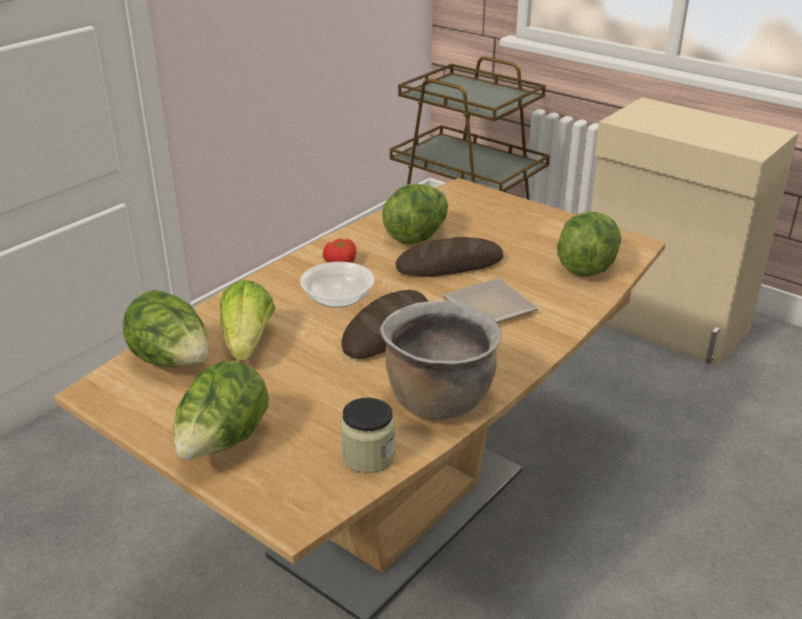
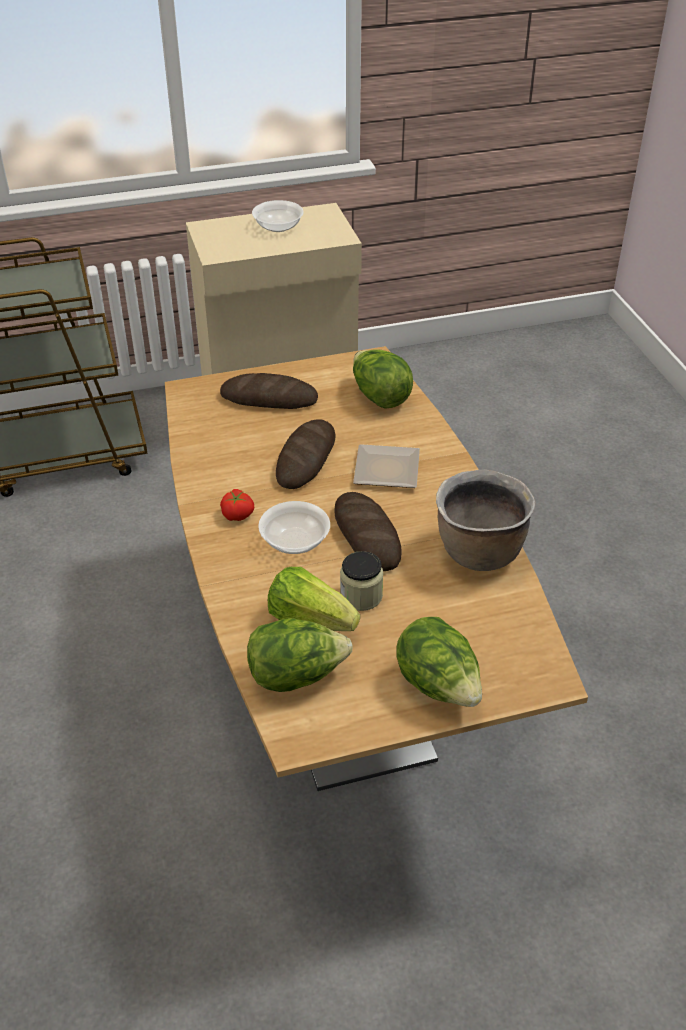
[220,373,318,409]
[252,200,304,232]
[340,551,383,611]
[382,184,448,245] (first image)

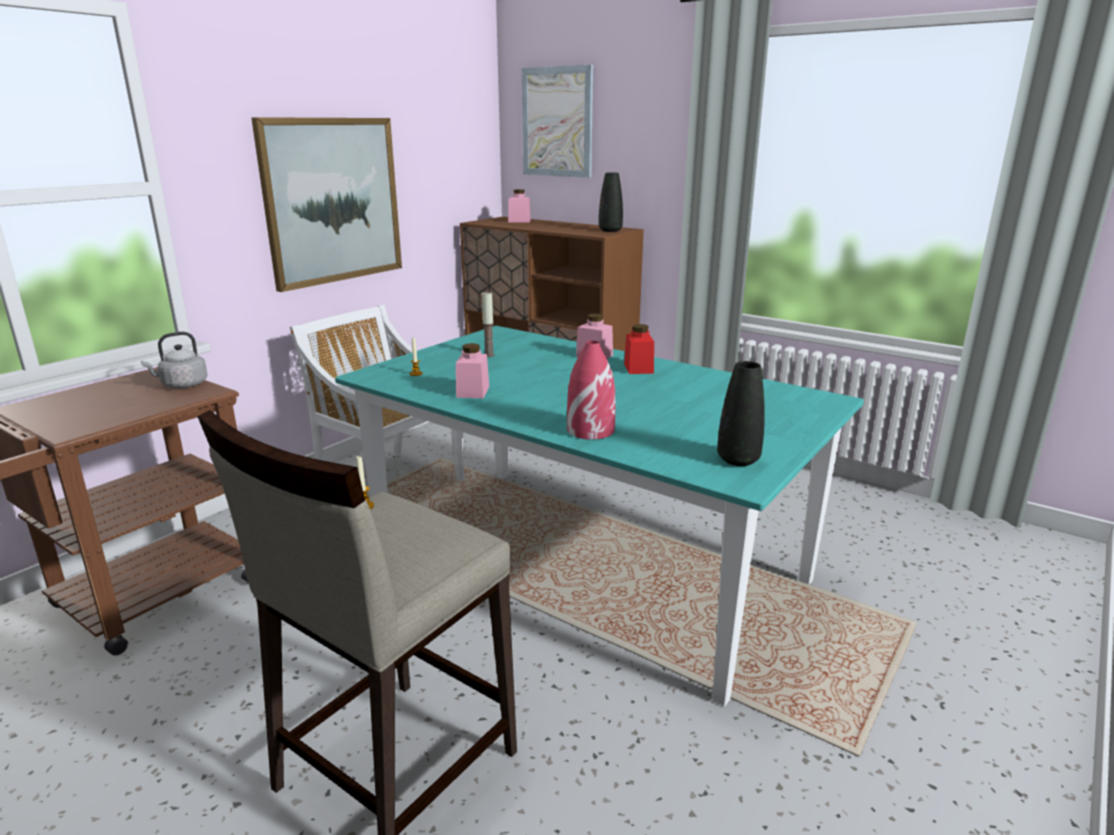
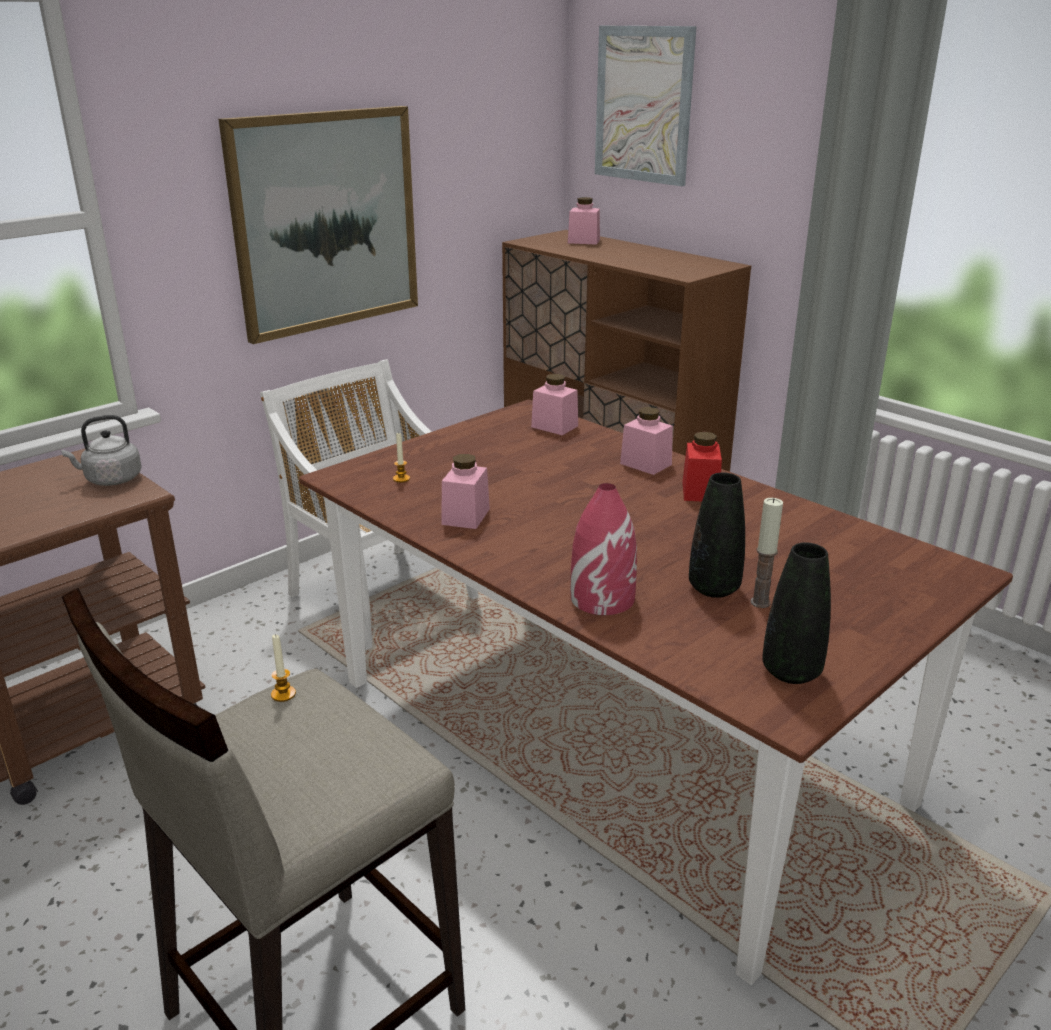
[299,399,1013,985]
[531,374,578,435]
[689,472,745,598]
[750,498,783,608]

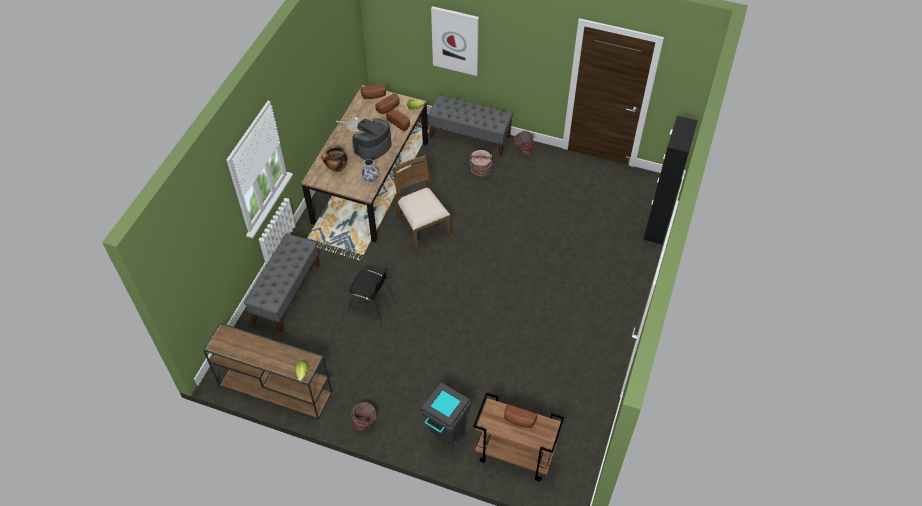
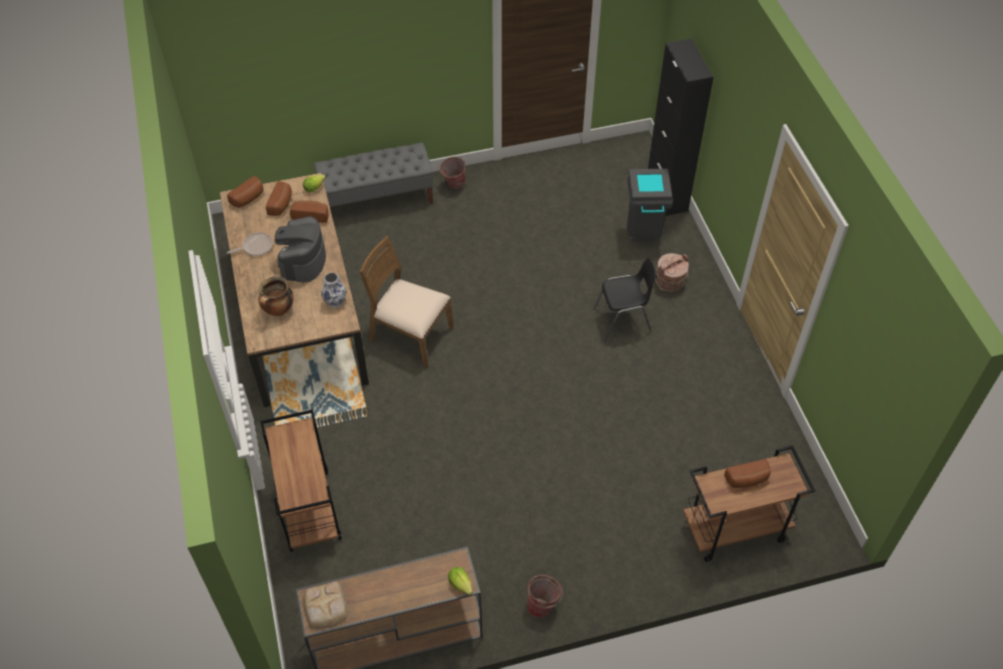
[261,410,342,552]
[303,581,348,629]
[593,257,657,342]
[627,169,673,241]
[655,253,689,292]
[431,6,479,76] (first image)

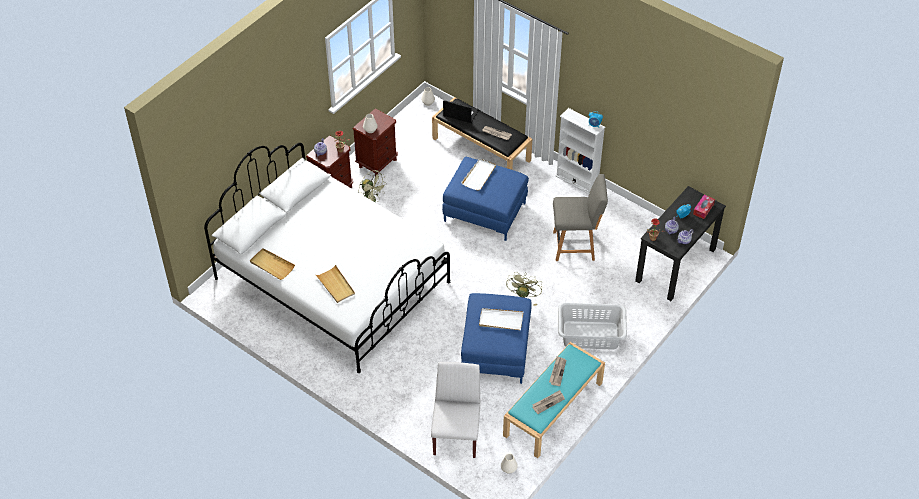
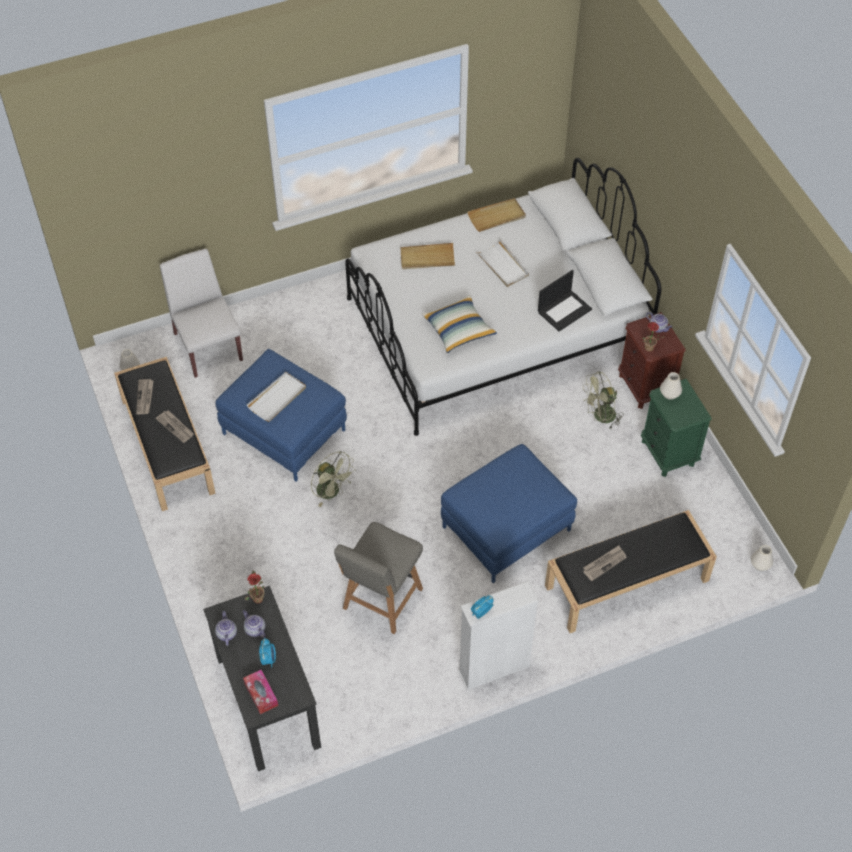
[114,357,216,511]
[160,249,243,378]
[422,295,497,353]
[476,240,529,287]
[538,270,592,331]
[641,379,712,477]
[558,303,627,350] (first image)

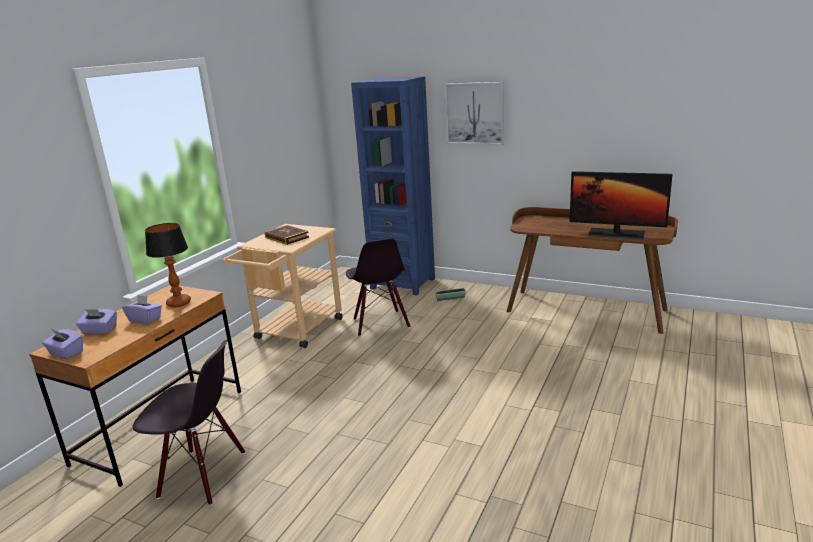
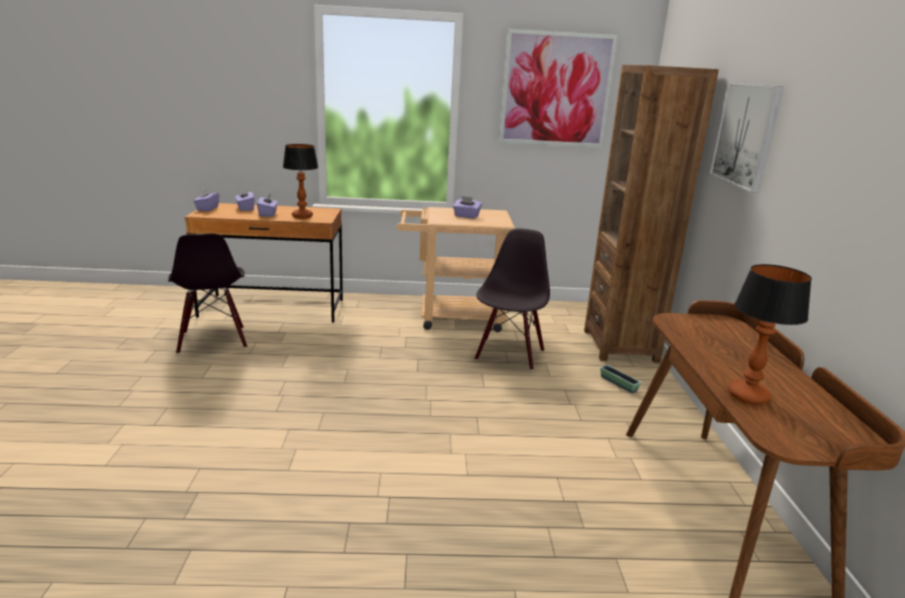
[453,196,482,218]
[475,228,550,371]
[499,29,618,148]
[584,65,719,363]
[728,264,812,405]

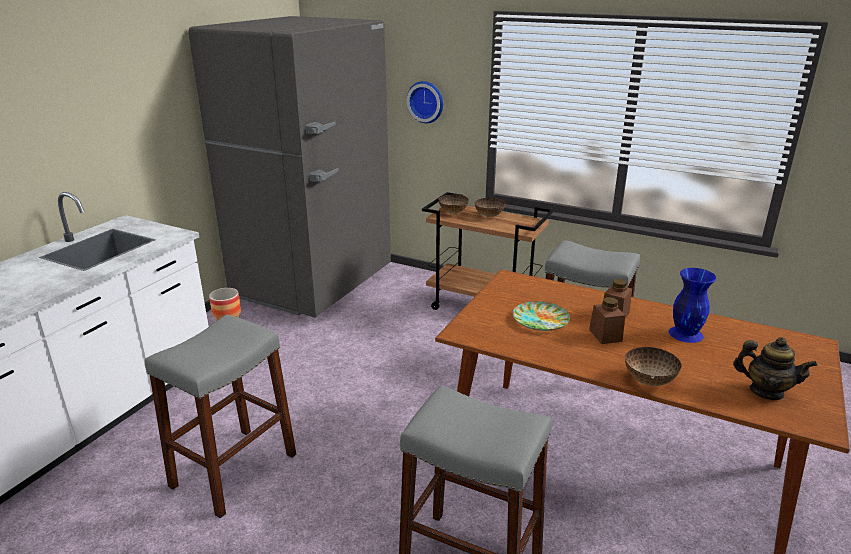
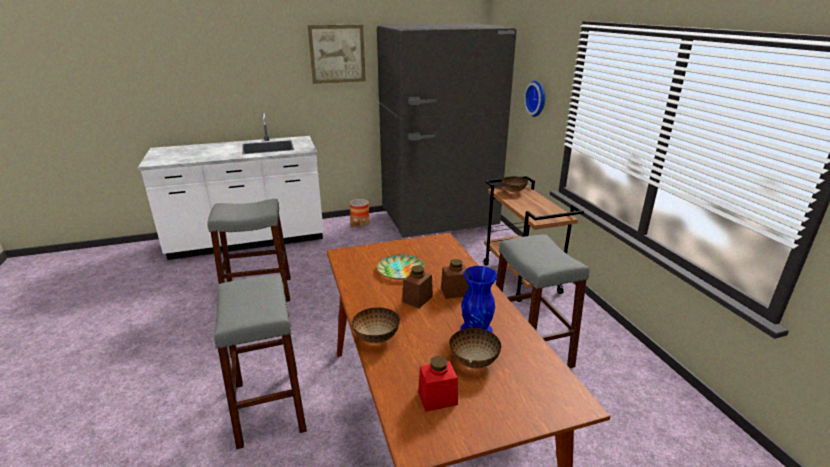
[308,25,366,84]
[418,356,458,412]
[449,328,501,368]

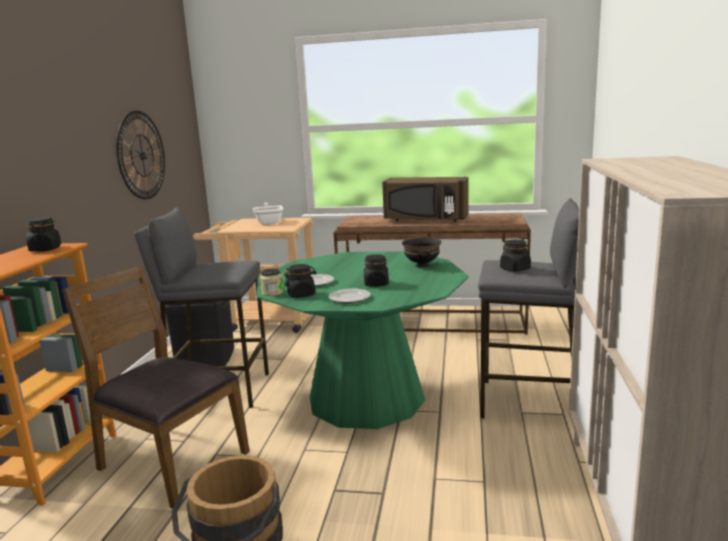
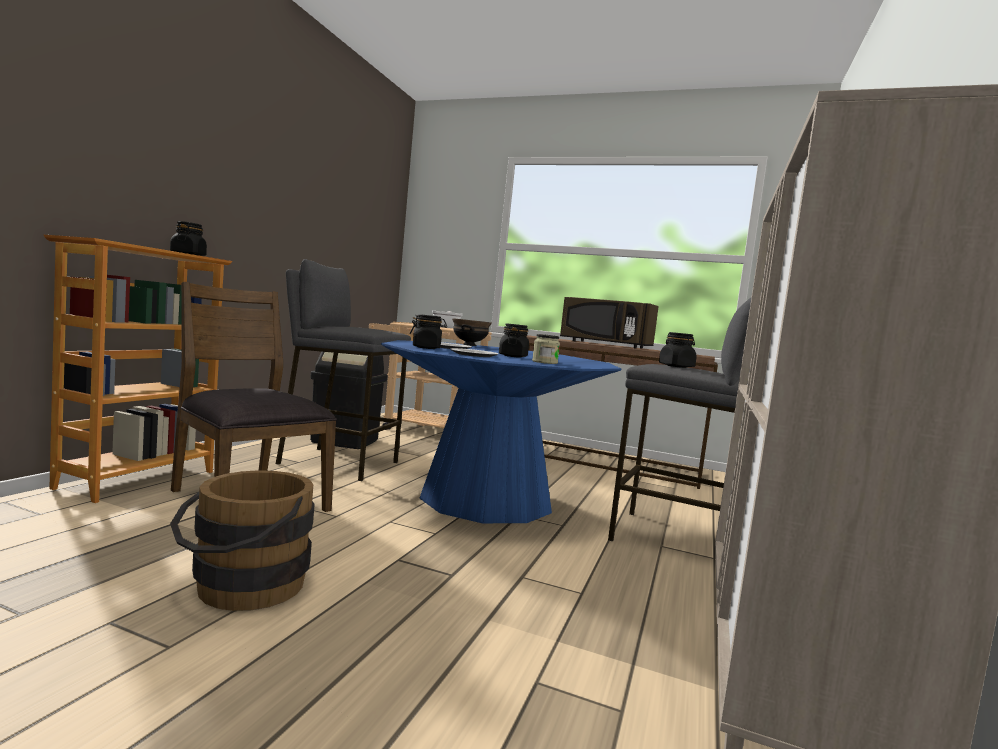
[381,340,621,523]
[452,318,492,346]
[532,334,560,364]
[116,111,165,200] (first image)

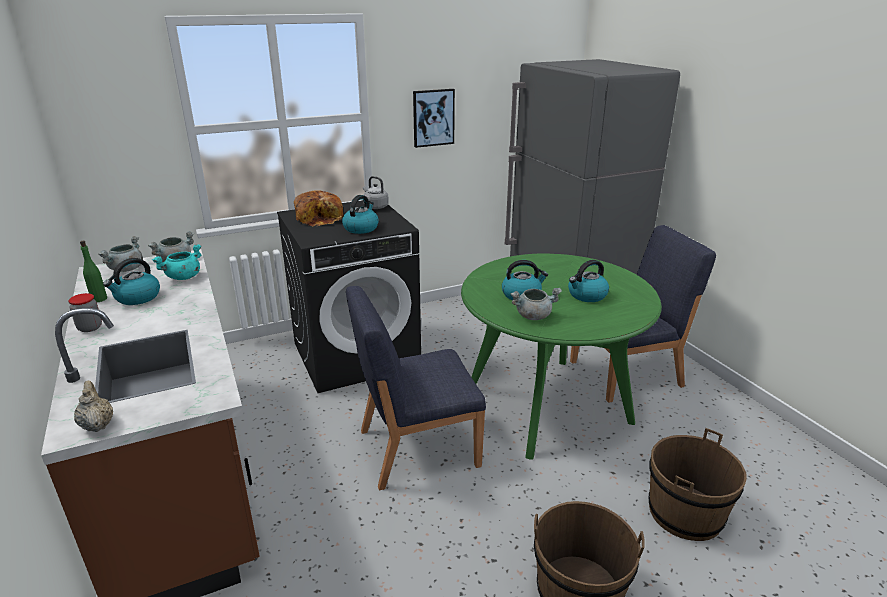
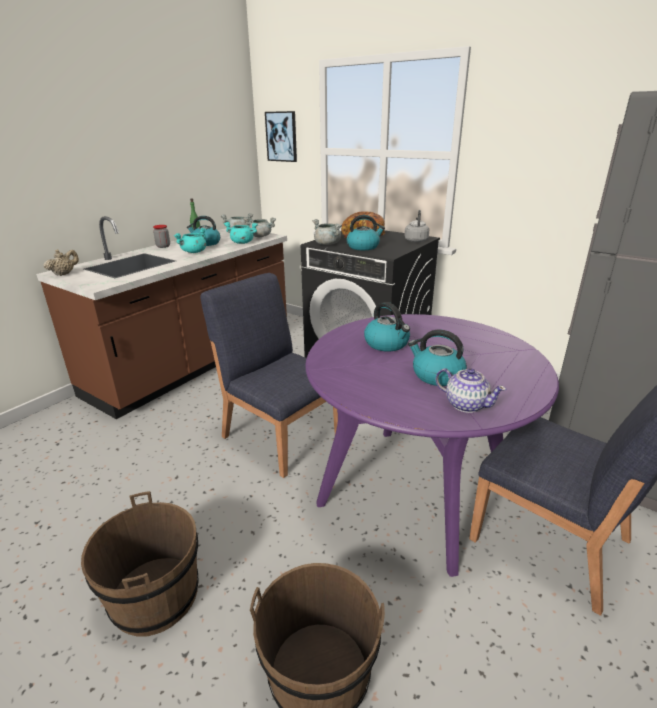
[174,228,206,253]
[265,111,297,162]
[305,314,559,577]
[312,219,342,245]
[435,368,506,413]

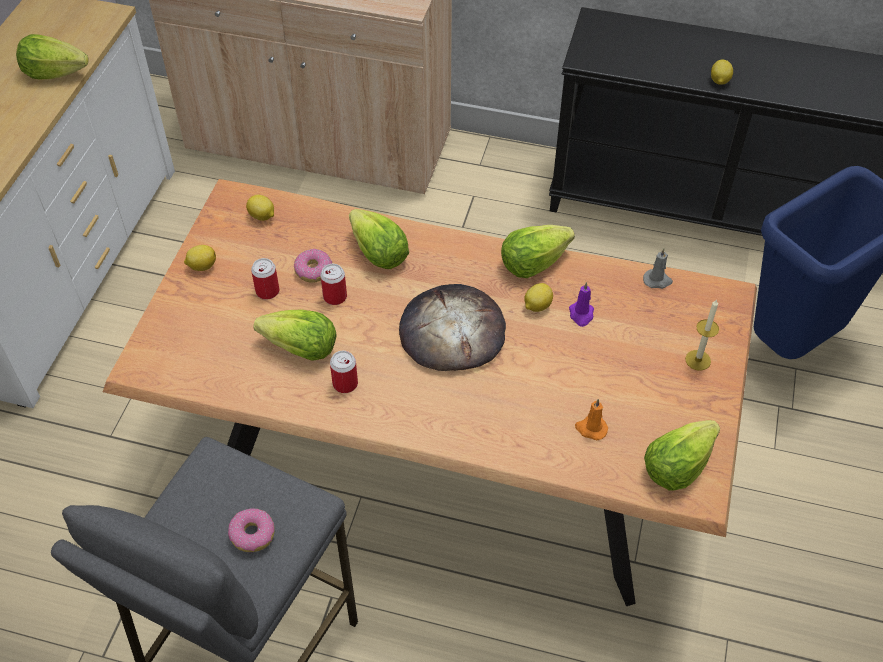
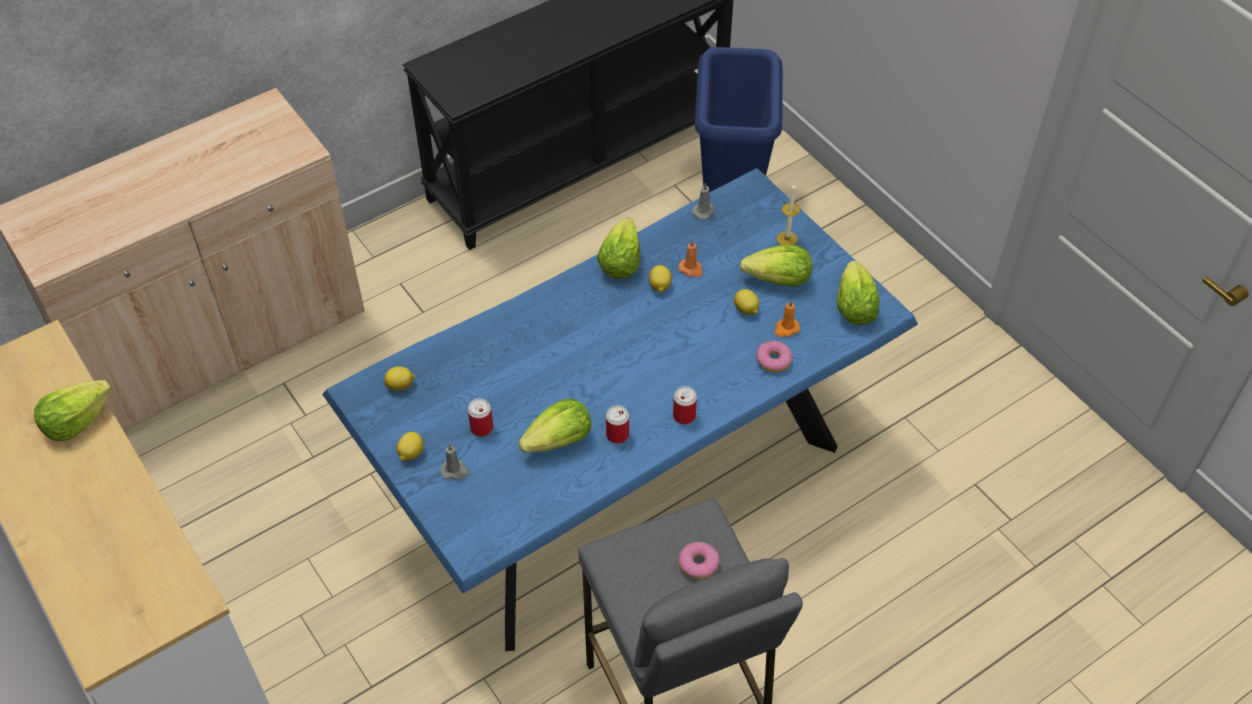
[322,168,918,651]
[440,444,470,480]
[673,386,697,424]
[679,240,703,277]
[734,289,759,315]
[740,245,812,287]
[756,341,793,372]
[399,284,506,371] (first image)

